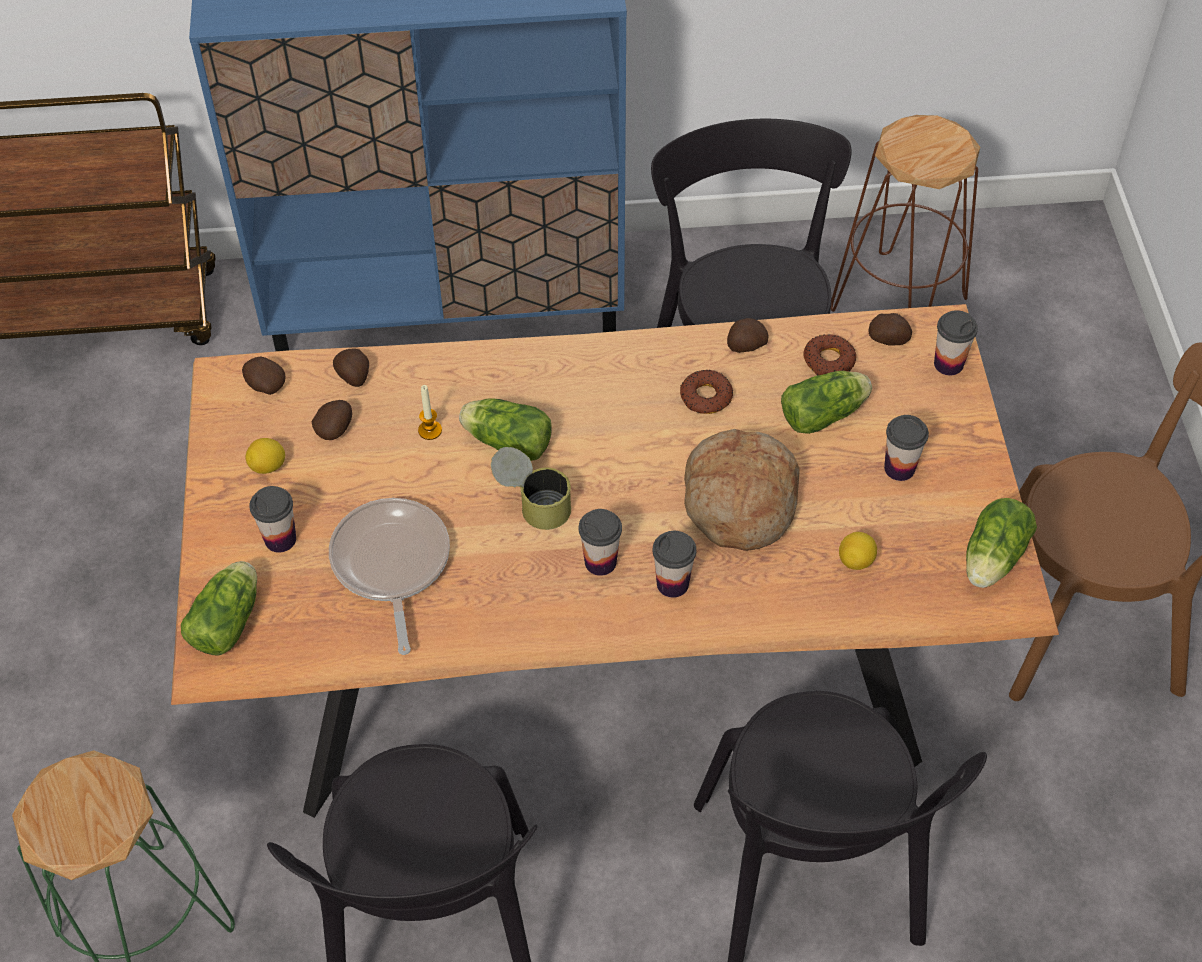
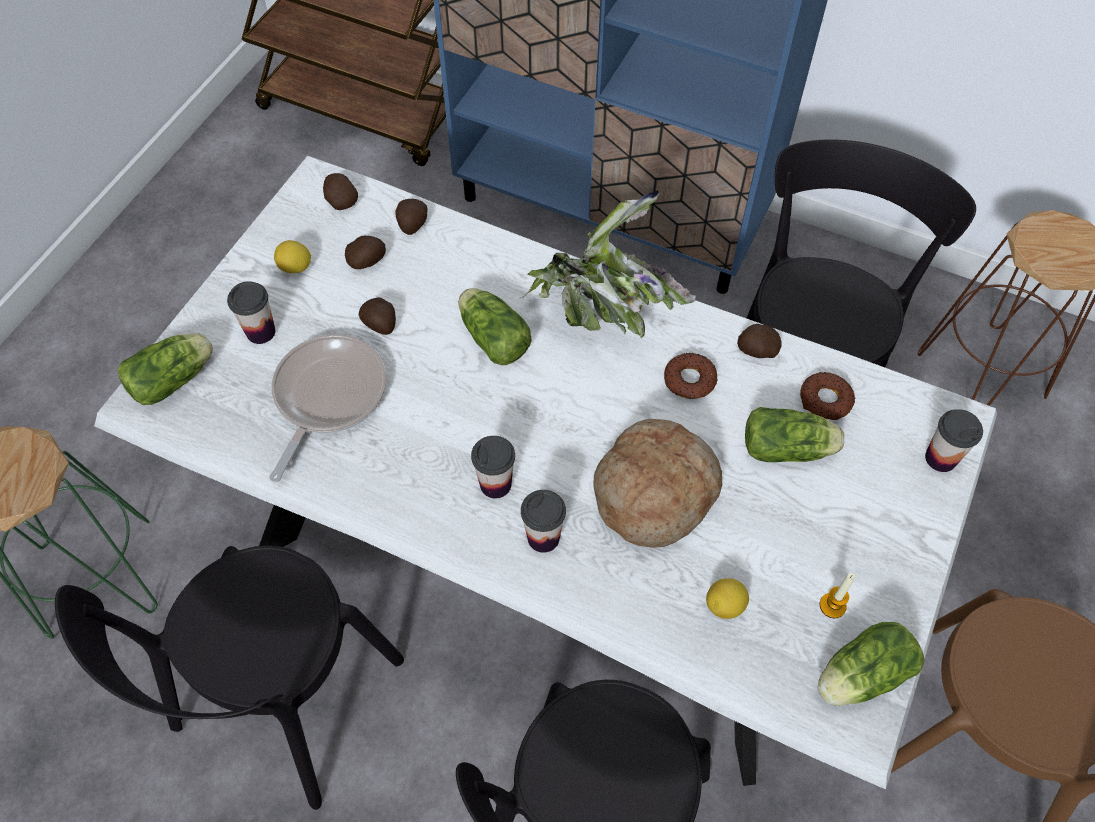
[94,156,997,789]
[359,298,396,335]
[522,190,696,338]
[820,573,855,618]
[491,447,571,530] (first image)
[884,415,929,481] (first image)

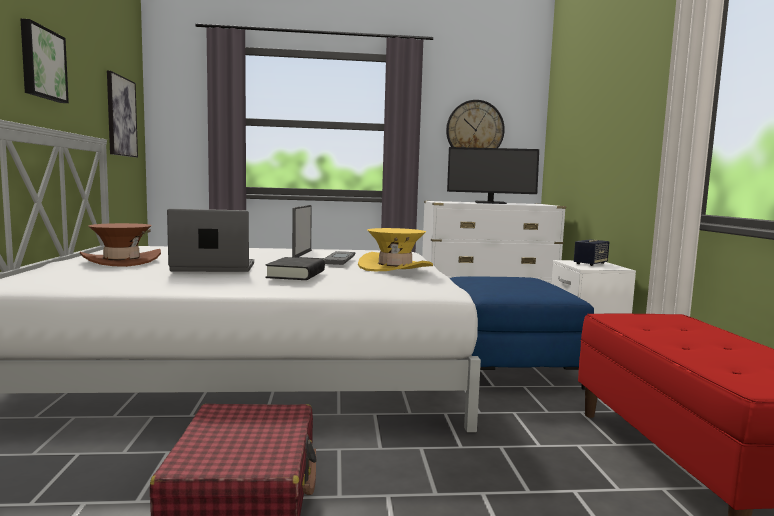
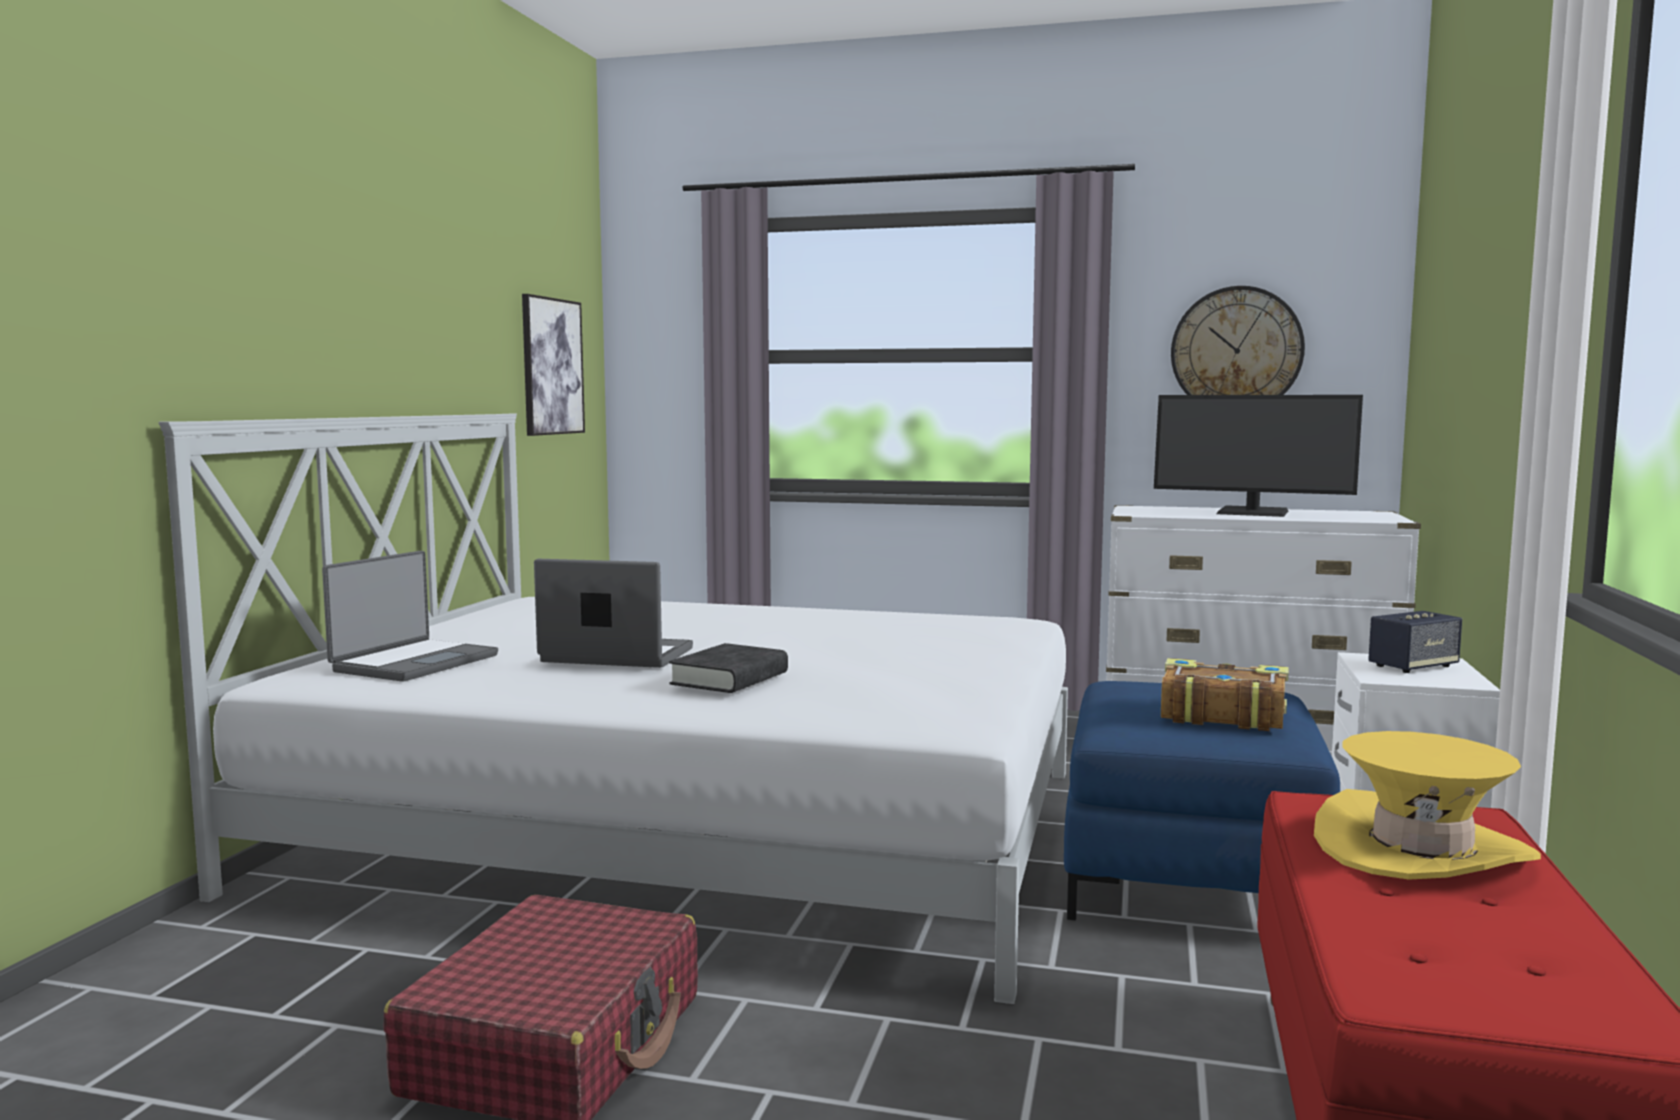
[322,551,498,681]
[1161,658,1288,731]
[1314,731,1541,880]
[21,19,69,103] (first image)
[80,223,161,267] (first image)

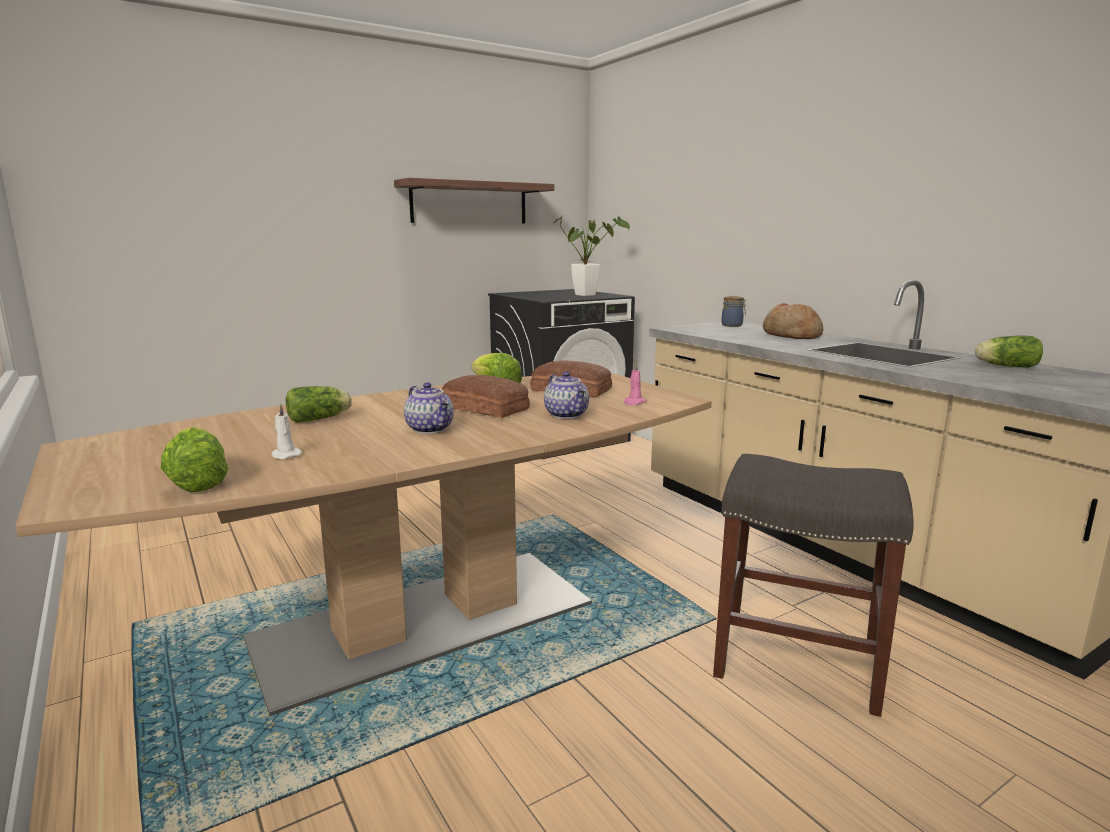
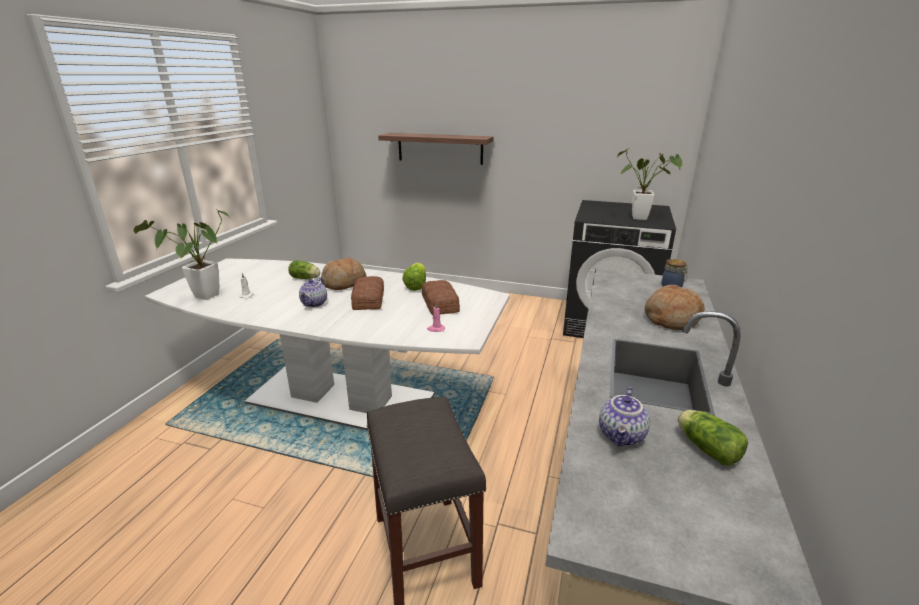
[134,208,229,300]
[145,258,510,430]
[321,258,367,290]
[378,133,494,165]
[599,387,650,446]

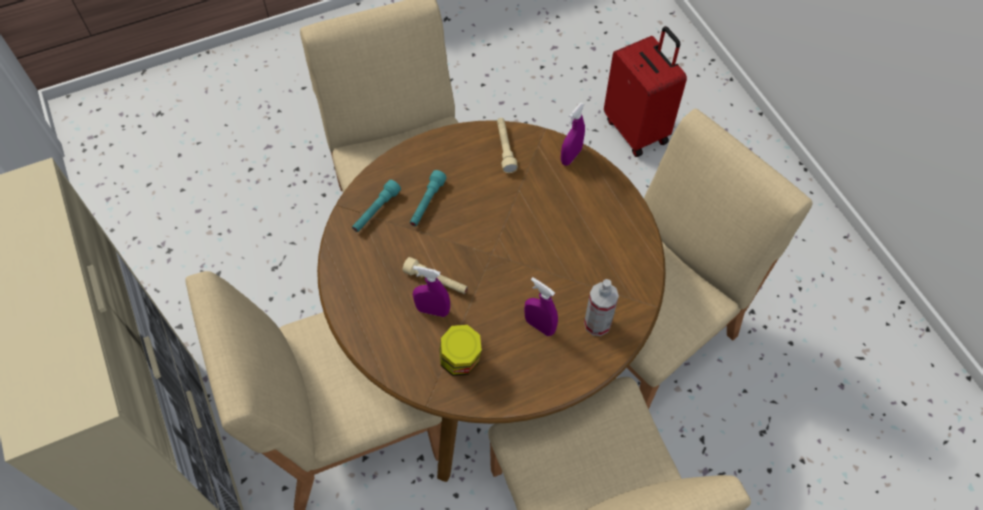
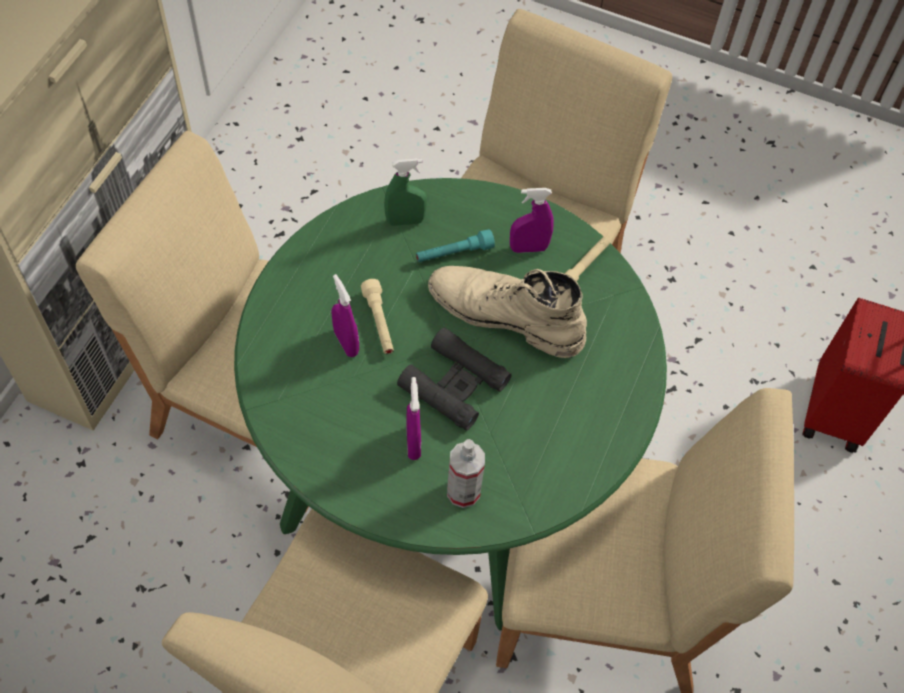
[234,178,667,631]
[384,158,427,226]
[397,327,512,431]
[428,266,587,358]
[510,188,554,253]
[439,325,482,376] (first image)

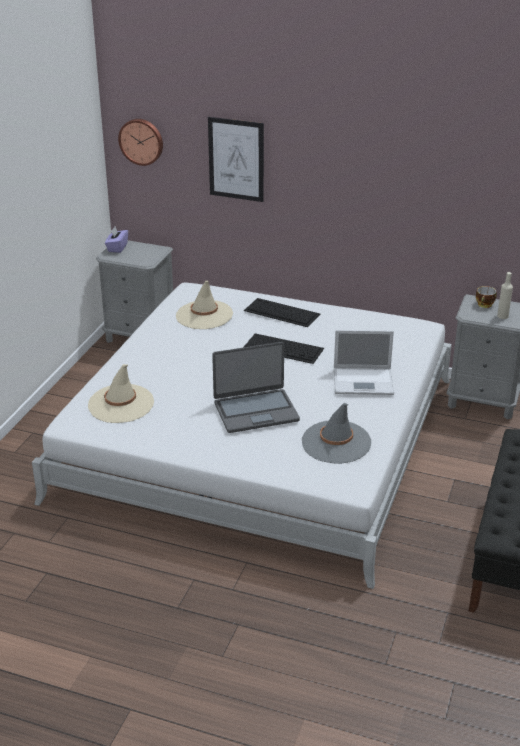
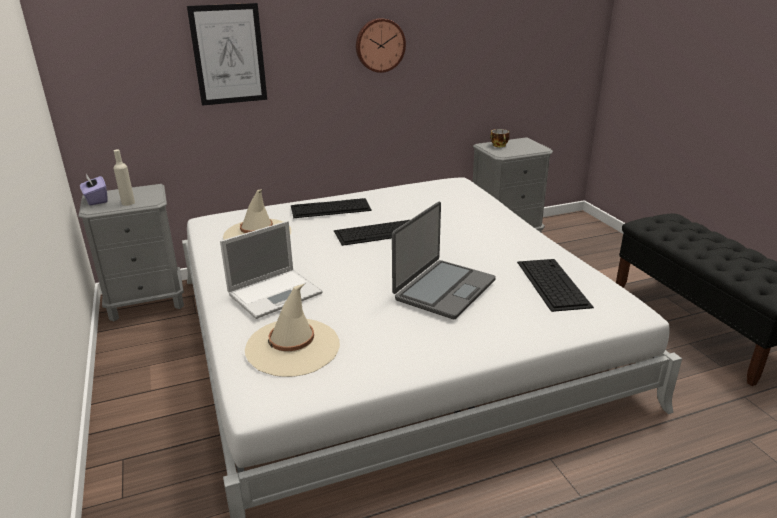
[114,149,135,206]
[220,221,323,319]
[356,18,406,73]
[517,259,594,312]

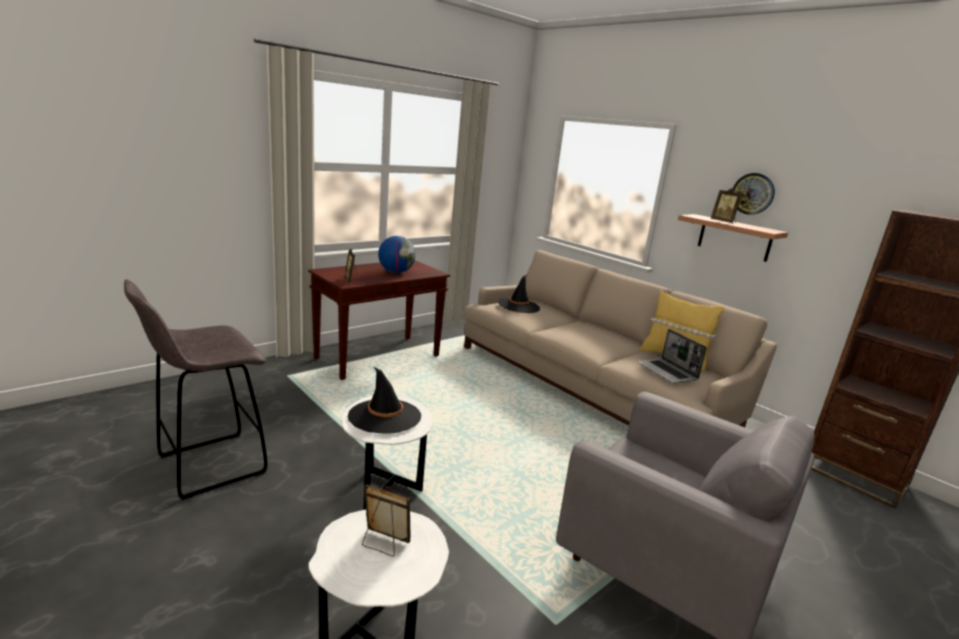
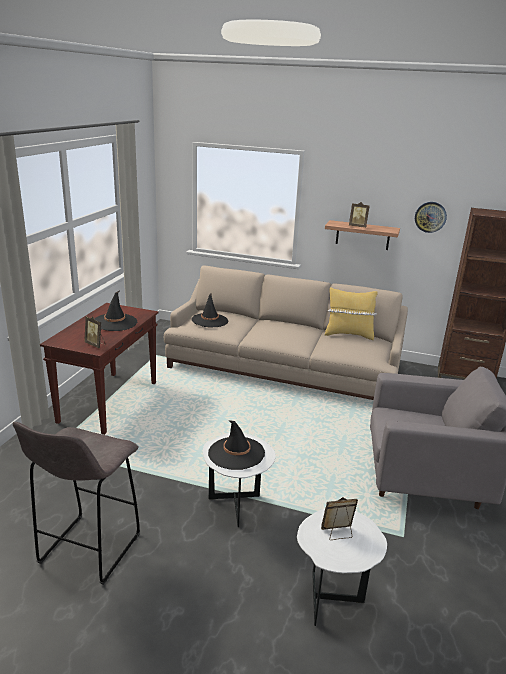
[95,291,137,331]
[415,202,447,233]
[637,329,707,384] (first image)

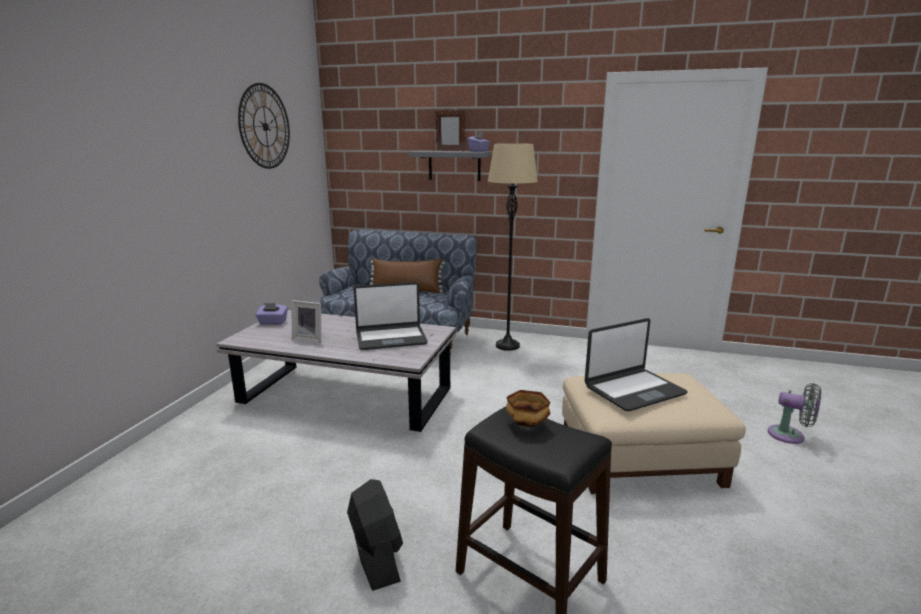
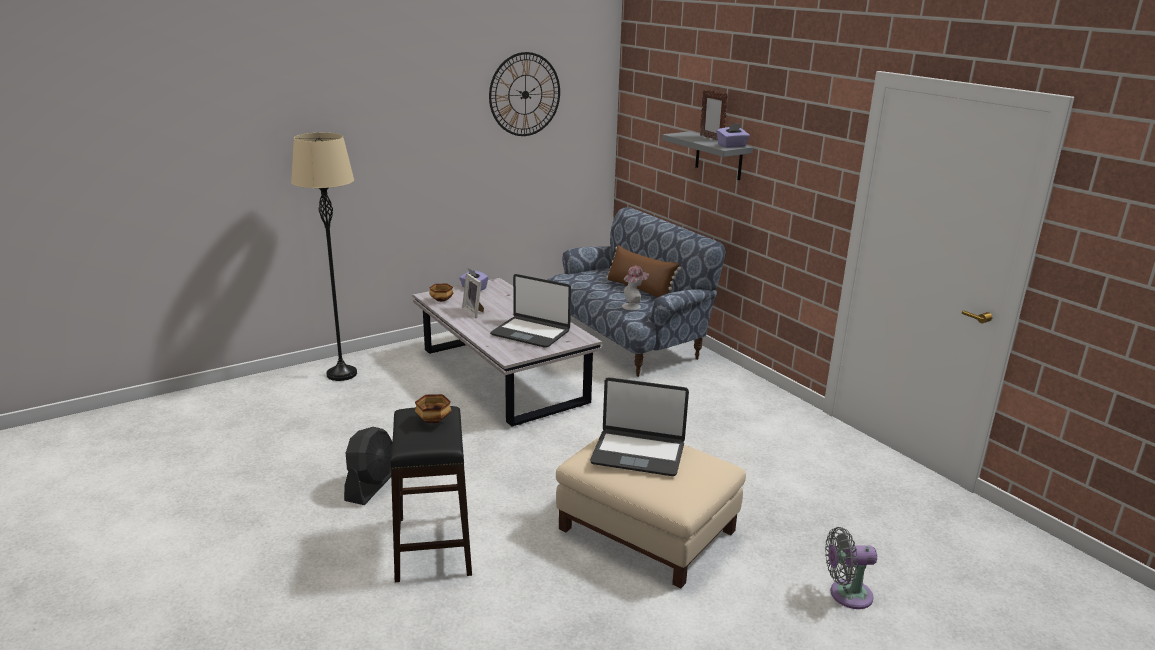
[291,133,357,381]
[429,284,453,302]
[622,266,649,310]
[825,527,877,609]

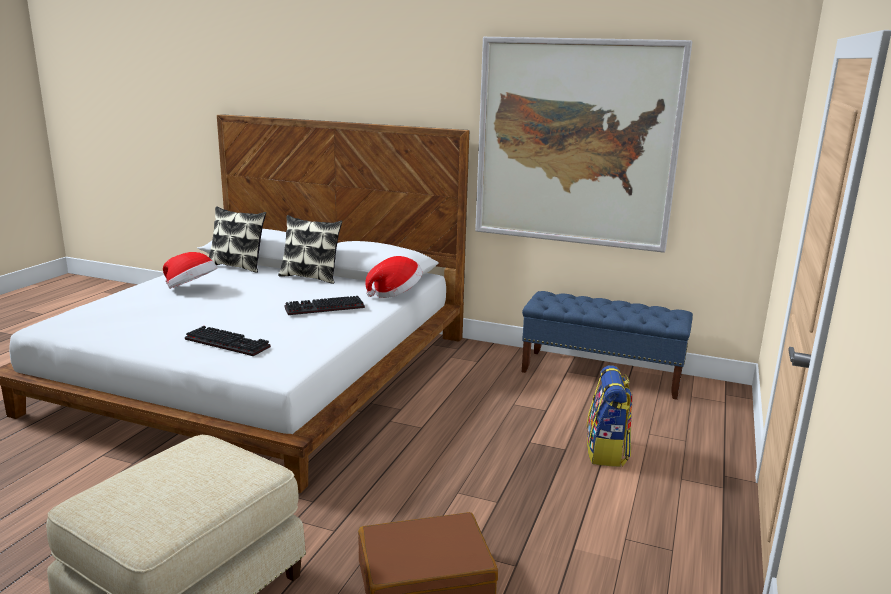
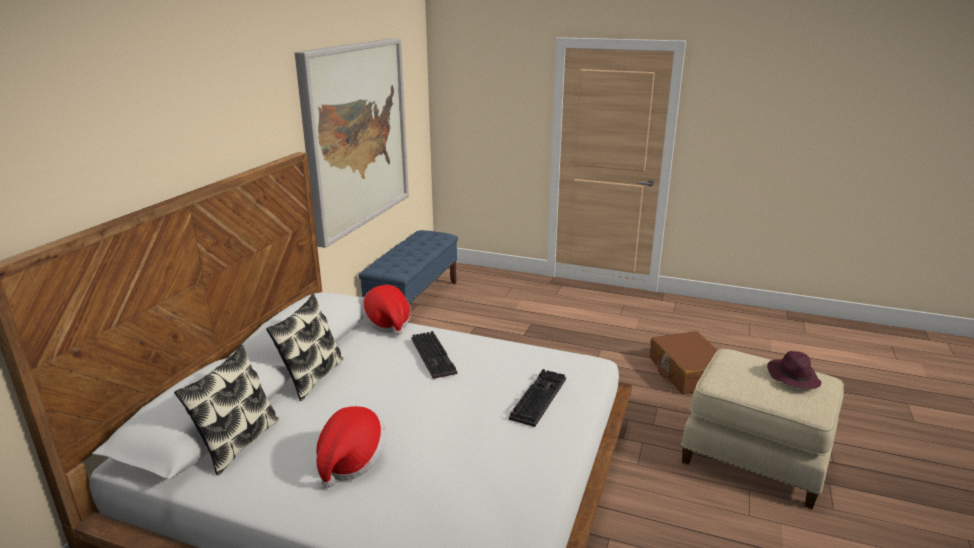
[767,351,821,389]
[587,365,632,467] (first image)

